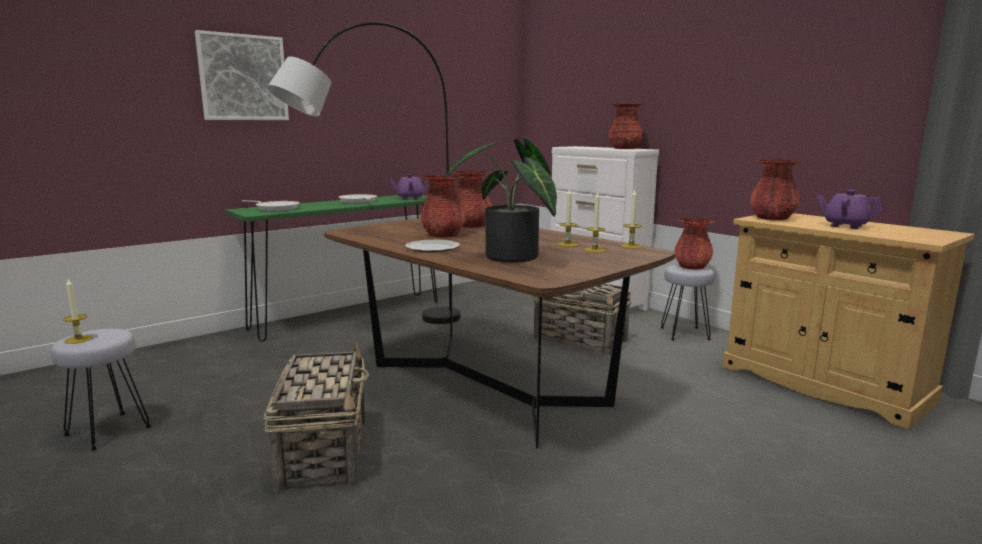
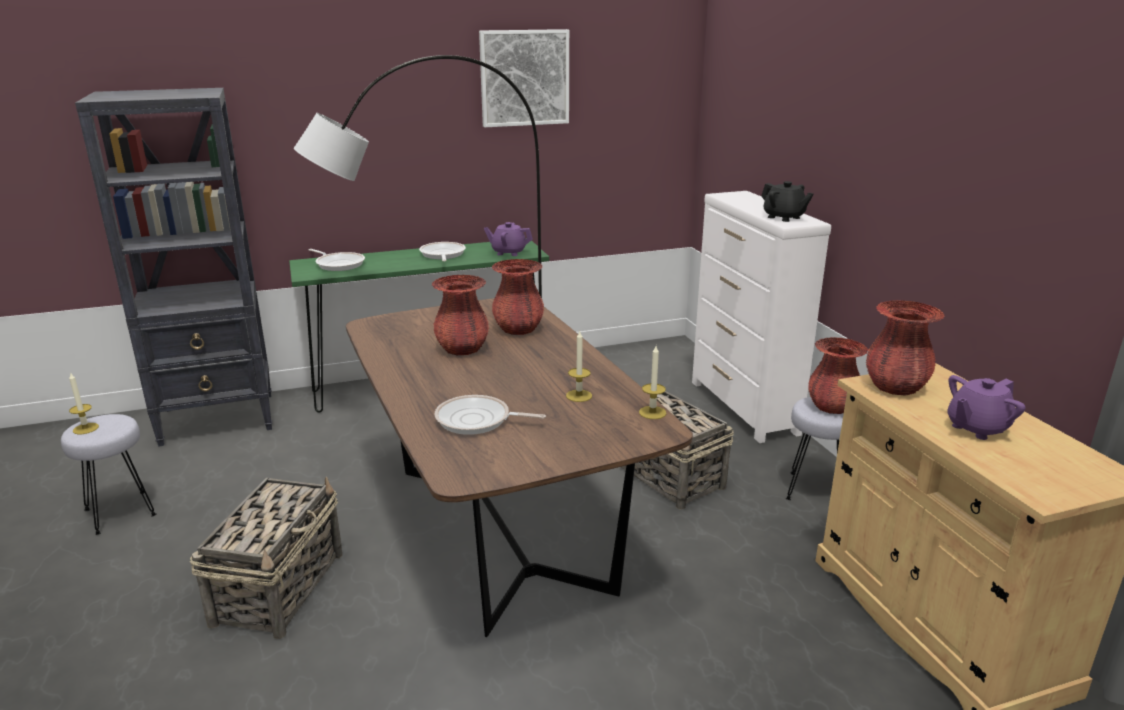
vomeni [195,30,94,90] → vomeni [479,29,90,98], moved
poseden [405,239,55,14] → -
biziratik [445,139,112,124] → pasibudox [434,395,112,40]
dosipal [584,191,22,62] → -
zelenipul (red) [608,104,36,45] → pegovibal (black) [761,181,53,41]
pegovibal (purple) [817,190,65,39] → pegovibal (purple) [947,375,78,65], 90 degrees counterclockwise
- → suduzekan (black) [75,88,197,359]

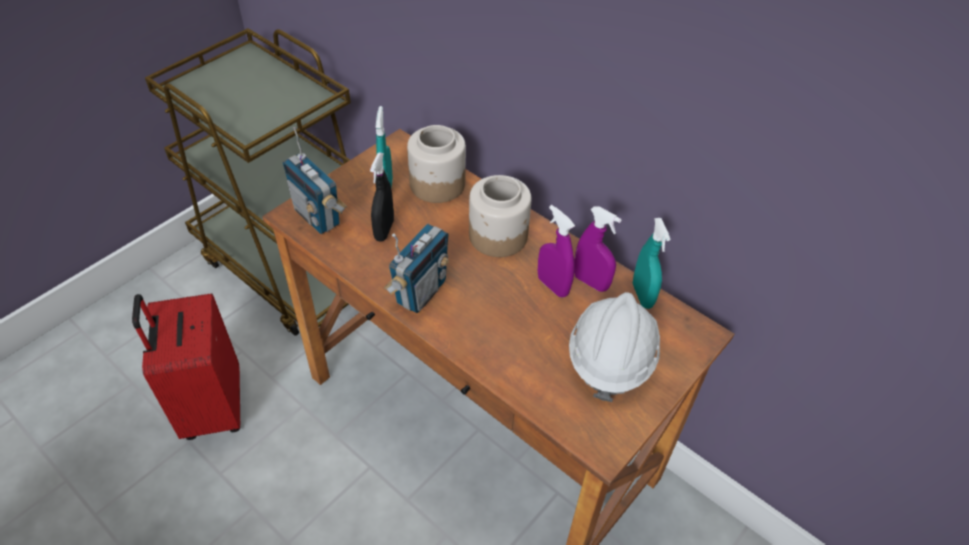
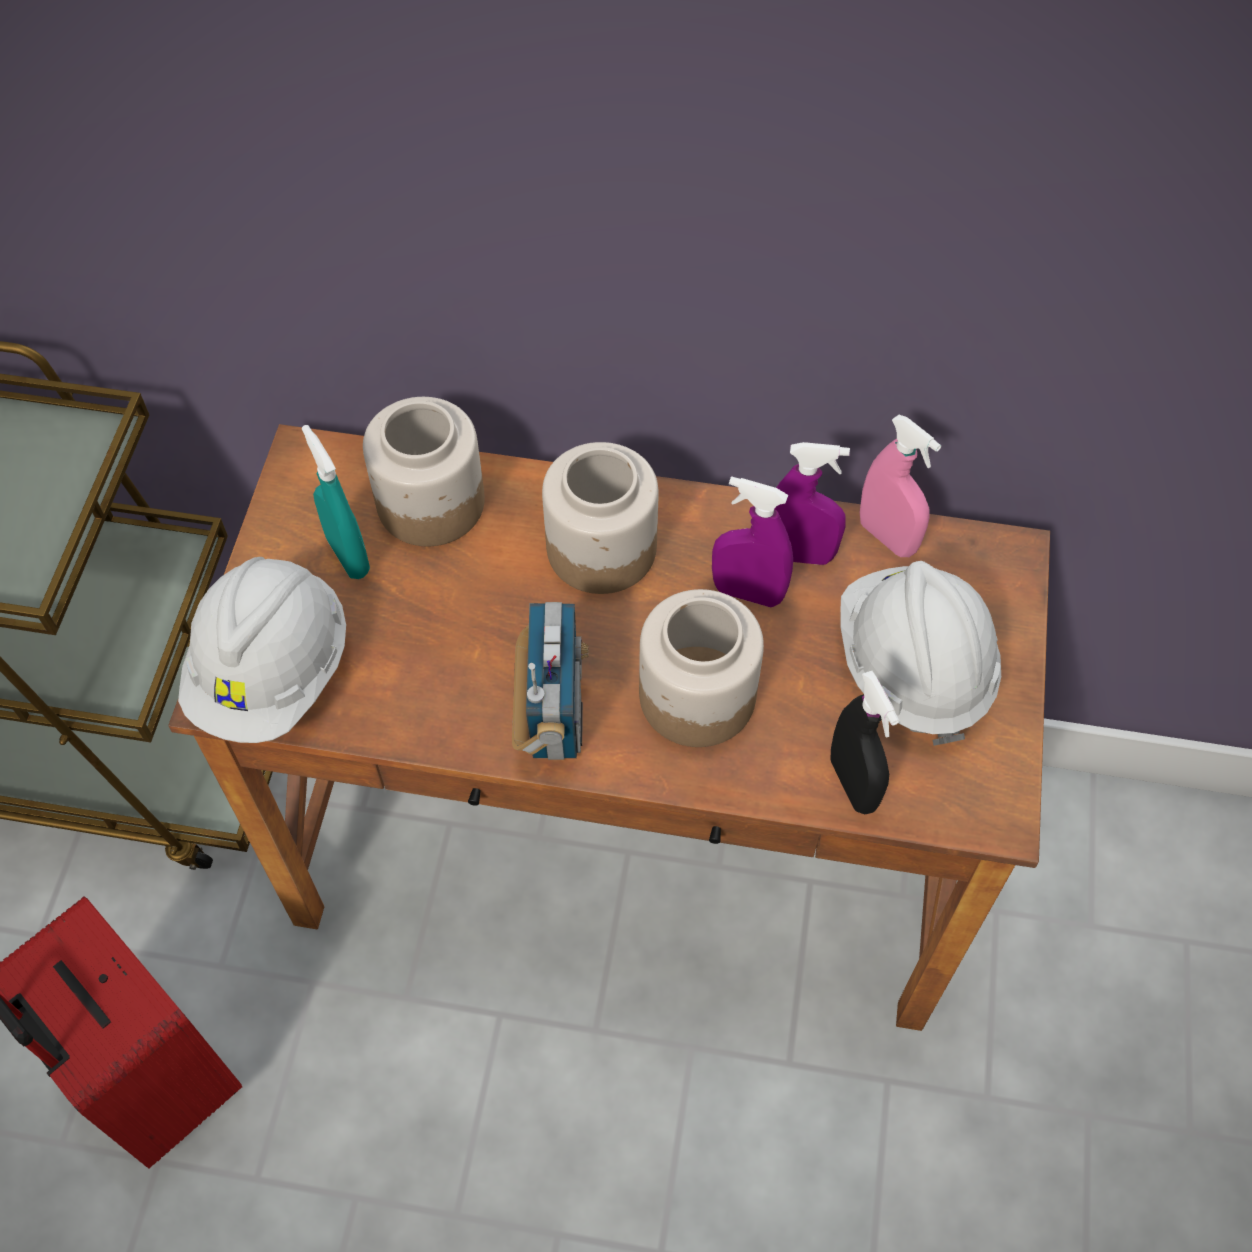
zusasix [282,127,65,107] → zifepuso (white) [178,557,168,186]
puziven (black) [370,153,24,89] → puziven (black) [831,671,68,144], moved
puziven (turquoise) [633,218,37,91] → puziven (pink) [860,415,81,142]
- → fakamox [639,589,125,158]

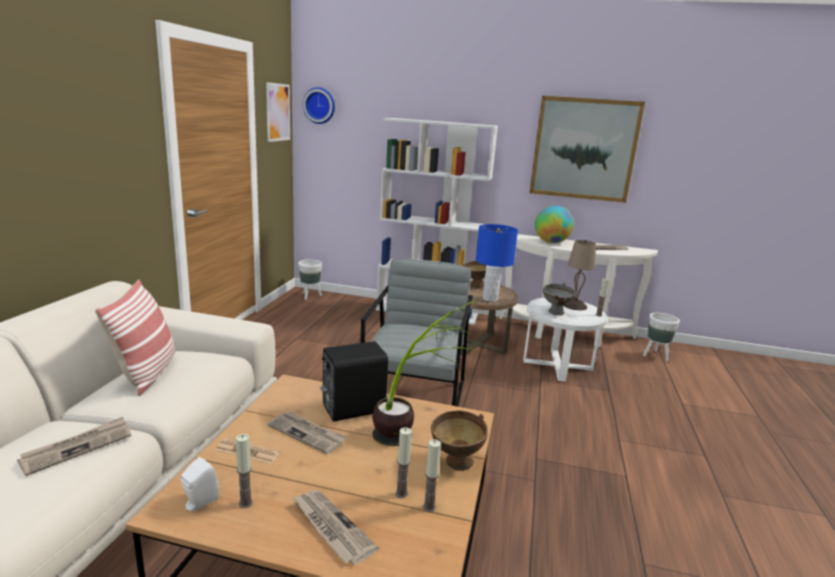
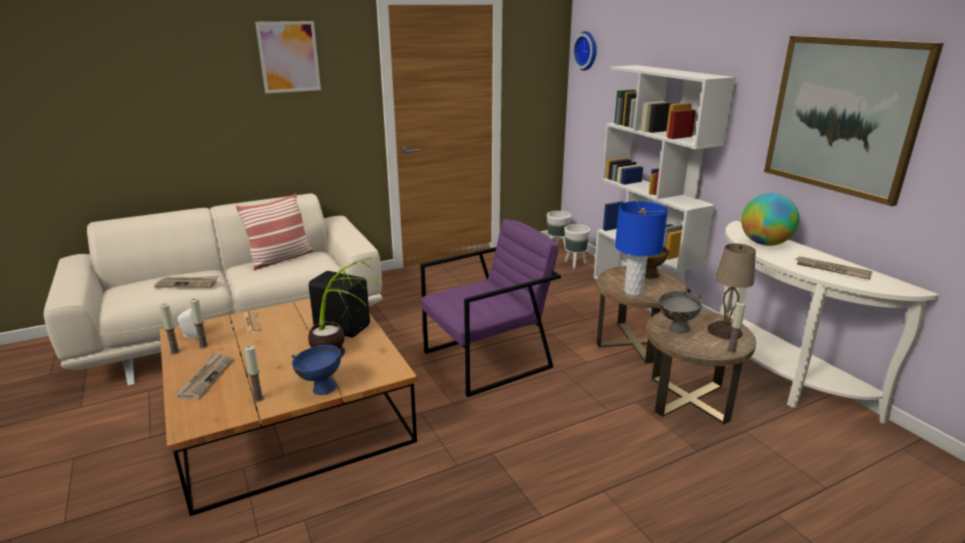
vomeni [266,82,24,60] → vomeni [255,21,66,72], moved
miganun [267,412,79,42] → -
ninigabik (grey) [360,259,113,148] → ninigabik (purple) [420,219,141,178]
dosipal [395,427,17,71] → dosipal [160,304,20,51], moved
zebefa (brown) [431,410,57,61] → zebefa (blue) [292,345,49,50]
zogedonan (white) [523,298,84,84] → zogedonan (brown) [646,310,110,114]
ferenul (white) [643,313,37,48] → ferenul (white) [564,224,26,45], moved

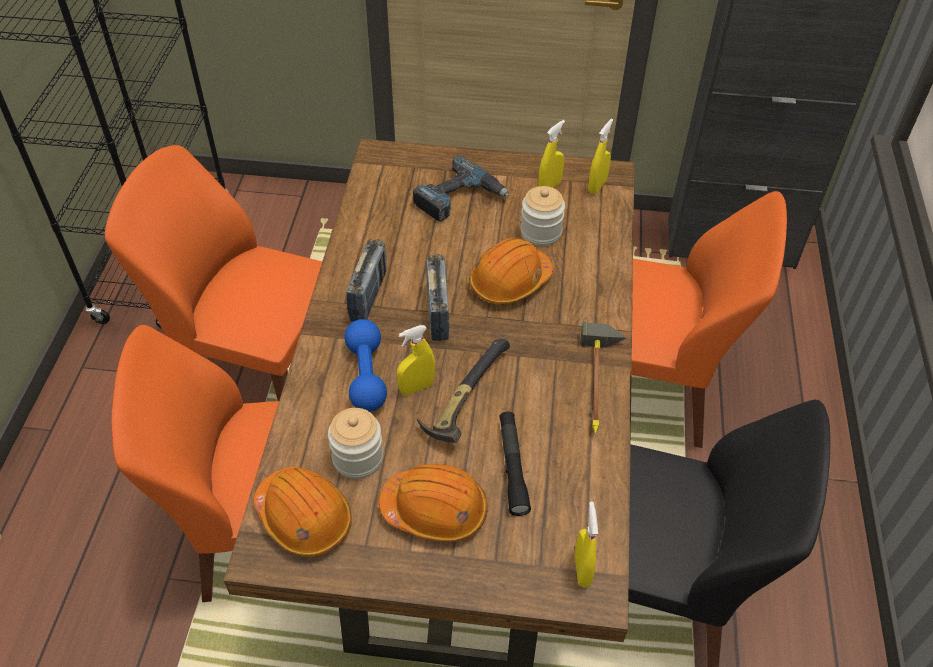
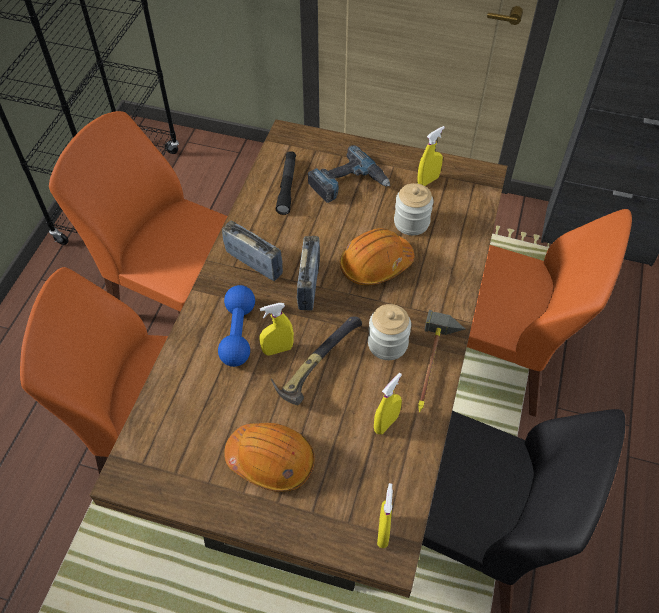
zifepuso (orange) [254,467,98,90] → -
fakamox [328,408,55,71] → fakamox [368,304,43,56], moved
zusasix [346,239,40,83] → zusasix [222,221,61,60], 75 degrees counterclockwise
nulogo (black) [499,411,32,105] → nulogo (black) [276,151,20,64], moved
puziven (yellow) [588,119,25,75] → puziven (yellow) [374,373,28,61], moved

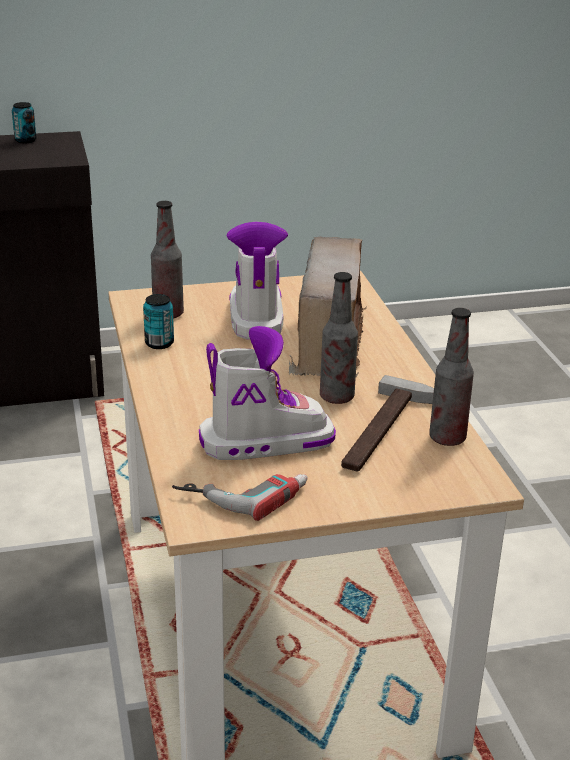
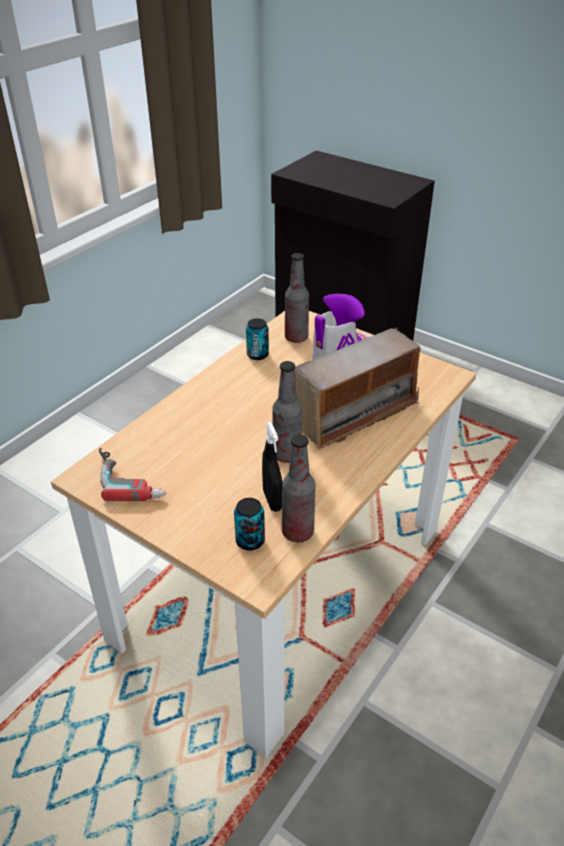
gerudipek [12,102,24,41] → gerudipek [234,498,31,52], moved
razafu [199,326,137,134] → -
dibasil [341,375,93,97] → puziven (black) [262,422,20,90]

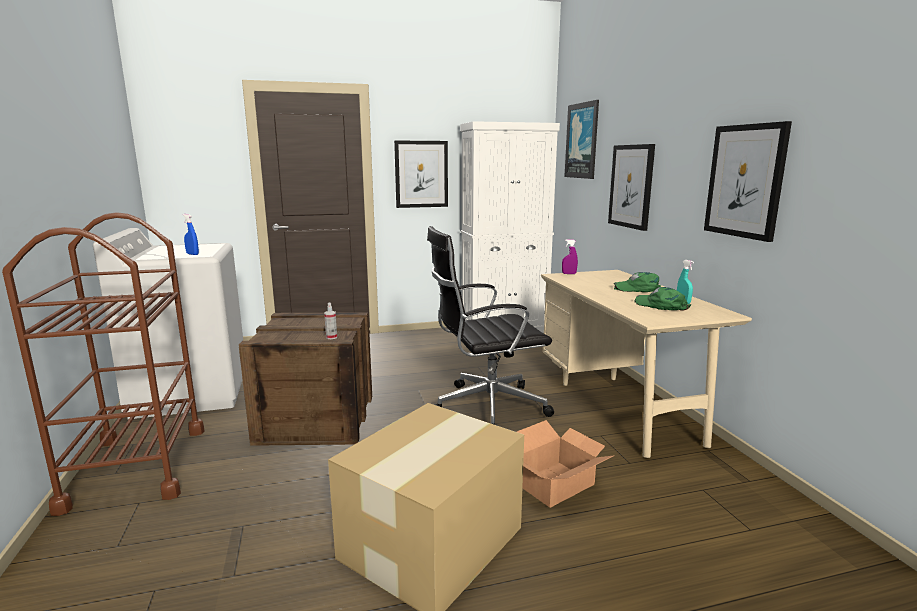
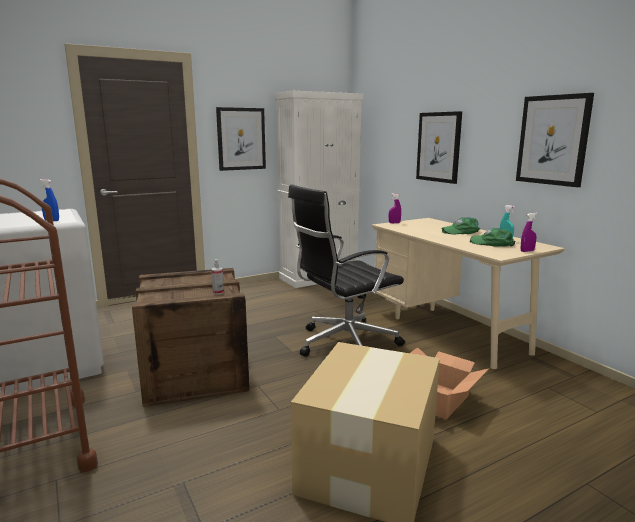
vomeni [564,100,35,79] → -
- → puziven (purple) [521,213,17,39]

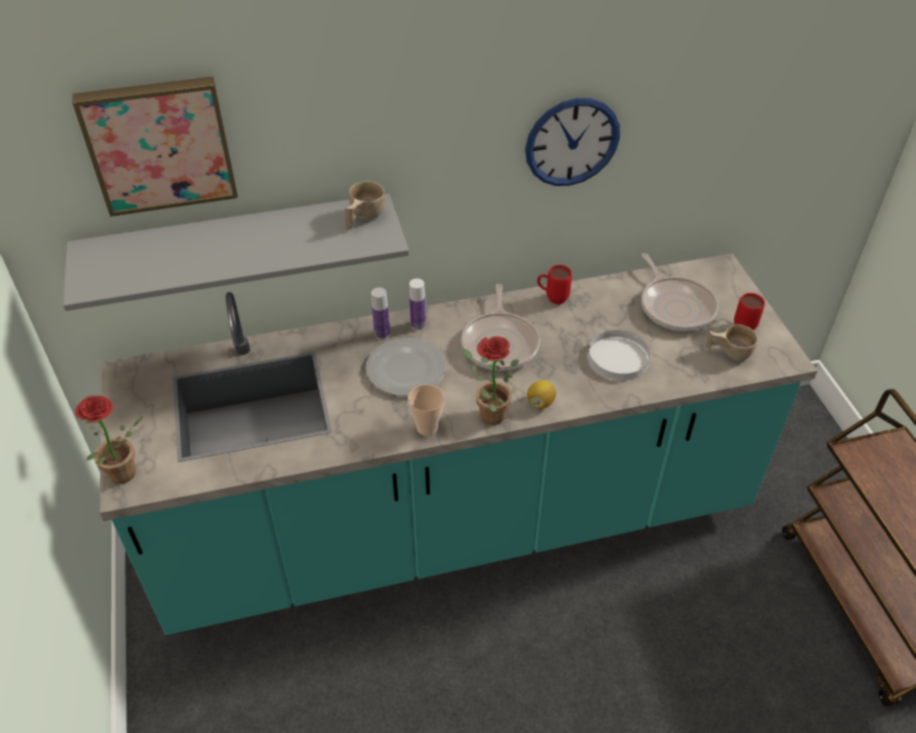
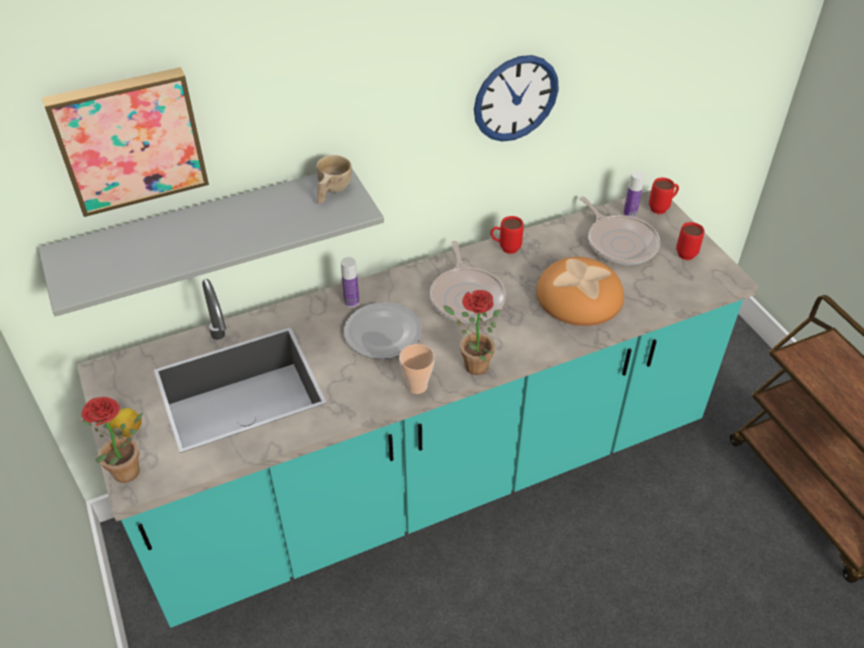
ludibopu [409,279,17,51] → ludibopu [623,171,22,46], moved
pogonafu [527,380,29,29] → pogonafu [109,408,33,29], moved
poseden (white) [588,330,63,50] → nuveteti [536,257,88,69]
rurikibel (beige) [705,324,53,37] → -
- → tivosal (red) [649,178,30,36]

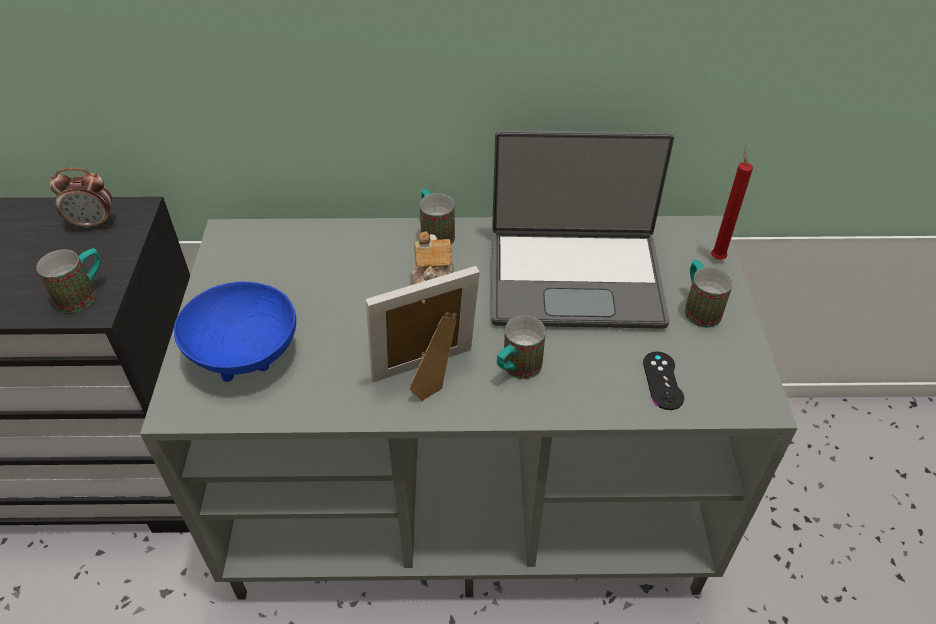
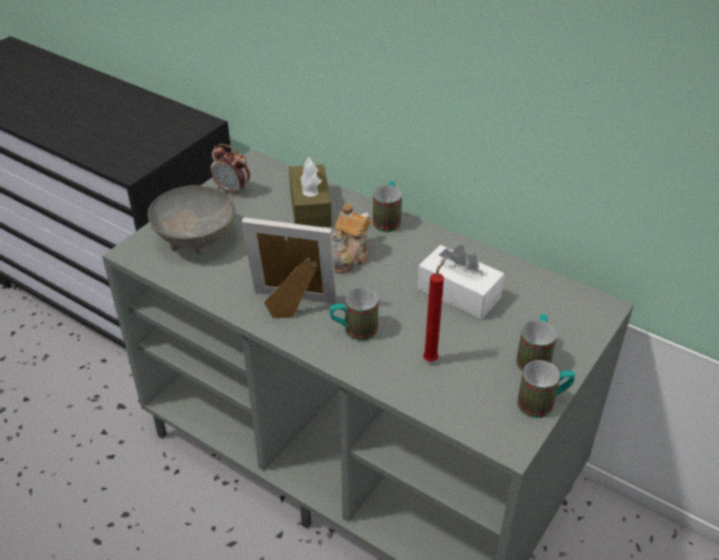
tivosal [36,248,65,65] → tivosal [517,360,58,58], moved
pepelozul [50,168,62,61] → pepelozul [210,144,40,52], moved
zebefa (blue) [174,282,122,100] → zebefa (grey) [148,185,88,69]
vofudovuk [492,130,182,199] → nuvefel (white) [417,245,88,74]
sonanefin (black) [643,352,41,58] → -
dosipal (red) [711,146,42,114] → dosipal (red) [423,260,22,102], moved
- → nuvefel (brown) [289,157,43,70]

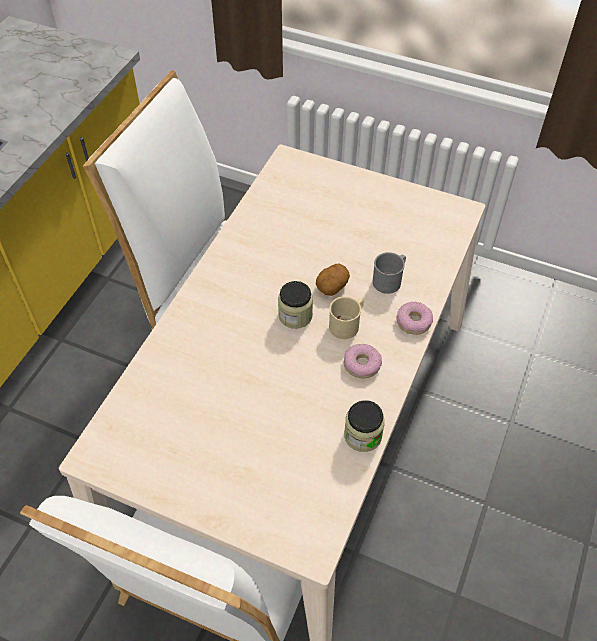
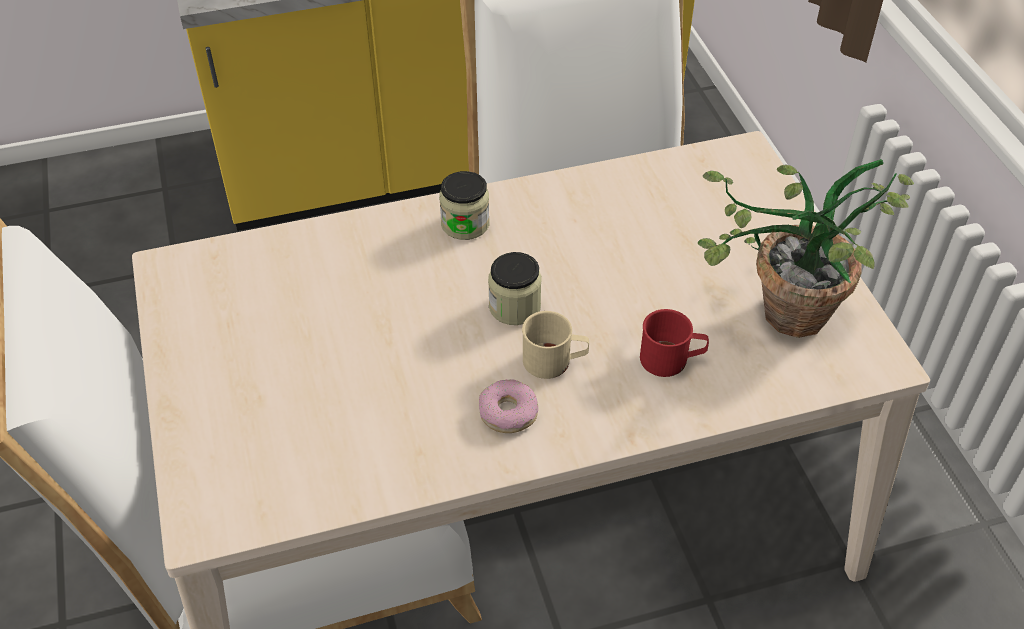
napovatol [316,264,34,32] → -
fakamox [344,400,41,52] → fakamox [439,171,50,69], moved
tivosal (grey) [373,252,33,42] → tivosal (red) [640,309,69,68]
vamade [396,302,37,33] → -
- → biziratik [698,159,216,179]

